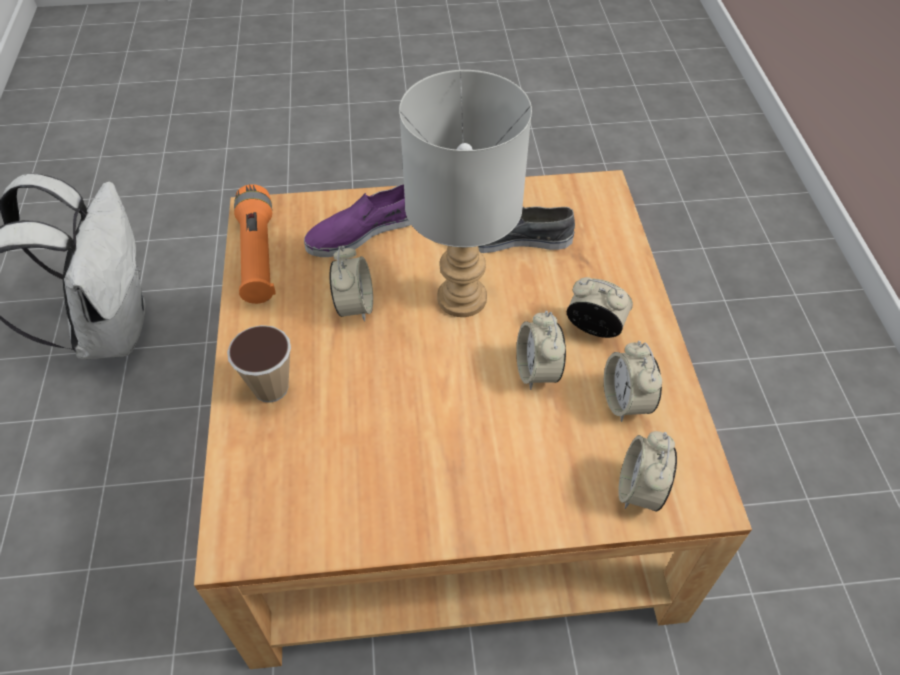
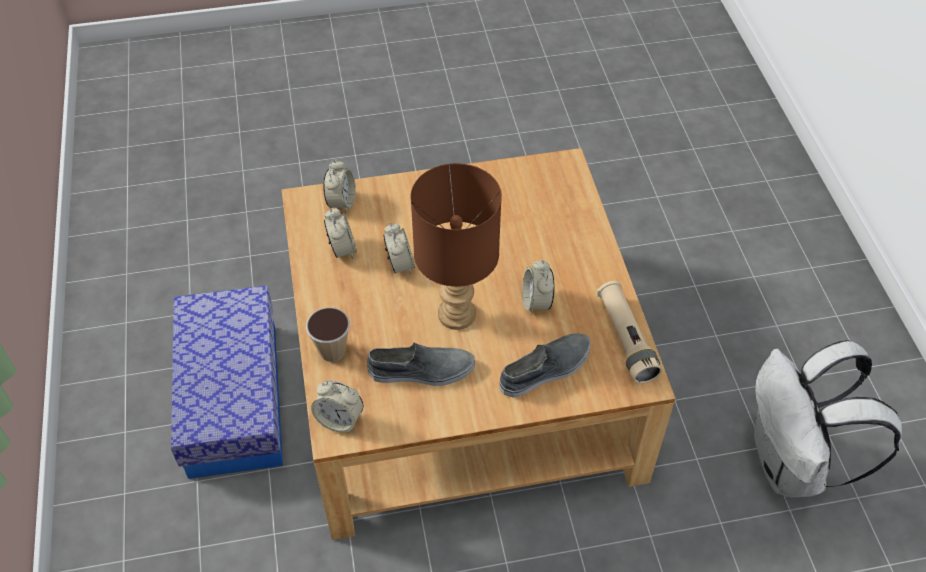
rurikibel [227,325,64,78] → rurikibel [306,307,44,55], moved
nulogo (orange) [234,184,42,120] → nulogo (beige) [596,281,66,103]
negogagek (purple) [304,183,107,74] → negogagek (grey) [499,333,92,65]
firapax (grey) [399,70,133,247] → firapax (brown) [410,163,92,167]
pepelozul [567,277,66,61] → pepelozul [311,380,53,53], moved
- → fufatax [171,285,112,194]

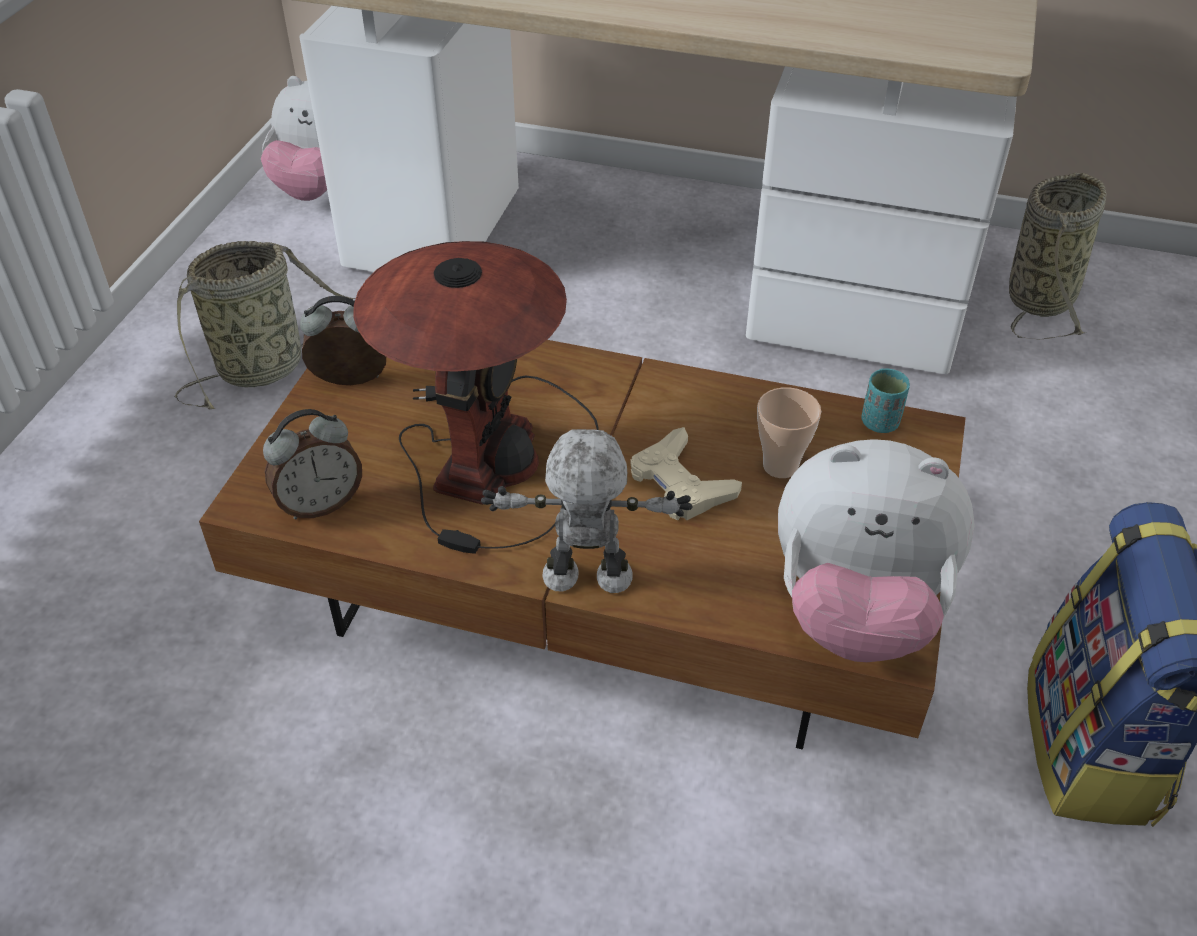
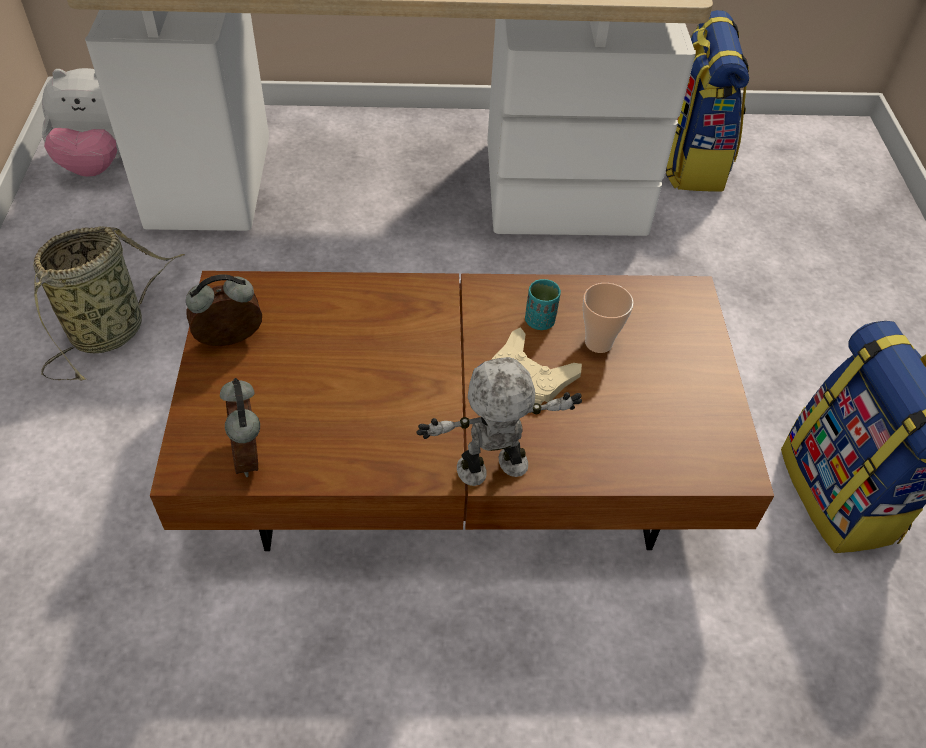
pepelozul [263,409,99,110] → pepelozul [220,378,40,99], 120 degrees clockwise
firapax [353,241,246,313] → -
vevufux [778,439,197,223] → -
rurikibel (turquoise) [861,368,49,65] → rurikibel (turquoise) [525,279,36,51], moved
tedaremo [1009,173,97,167] → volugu [666,10,83,181]

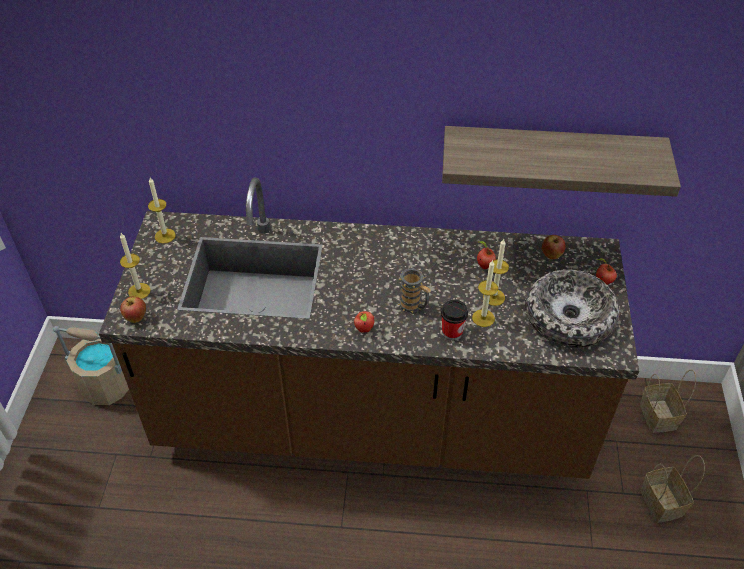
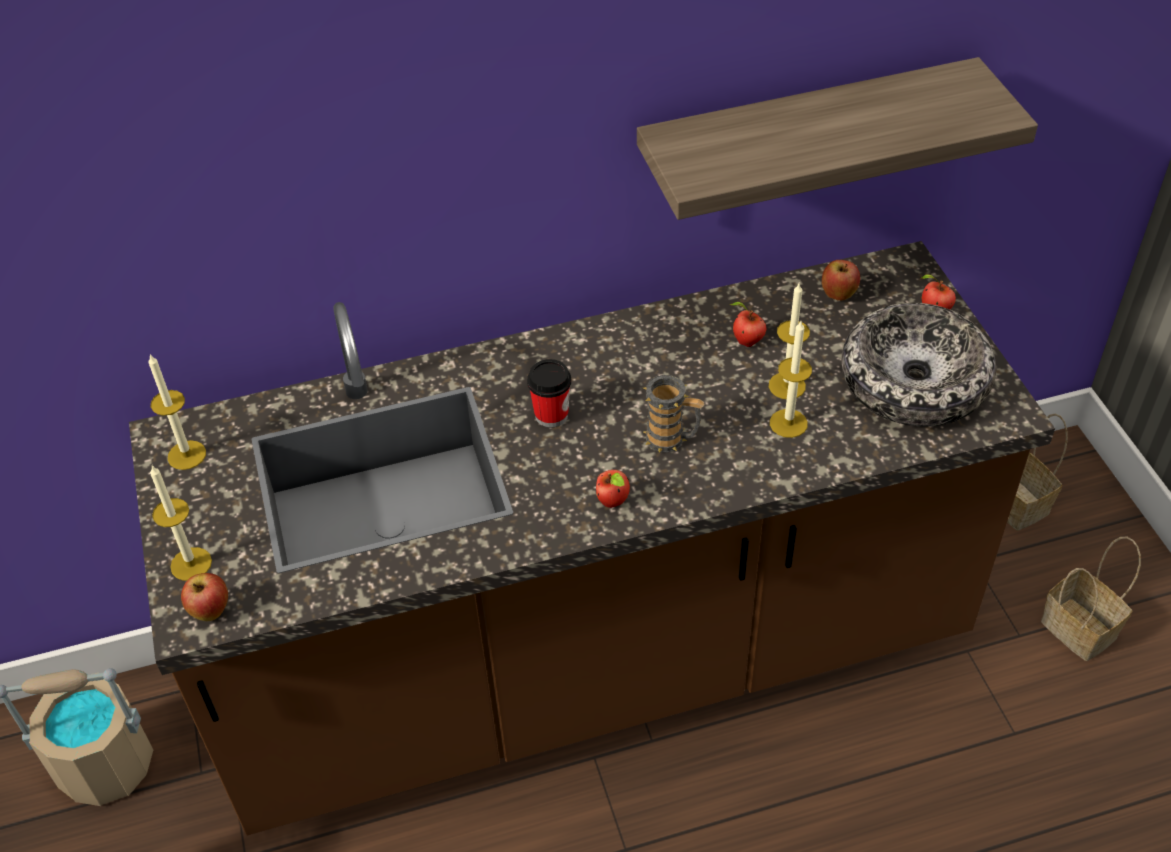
rurikibel [441,300,27,40] → rurikibel [527,359,44,68], moved

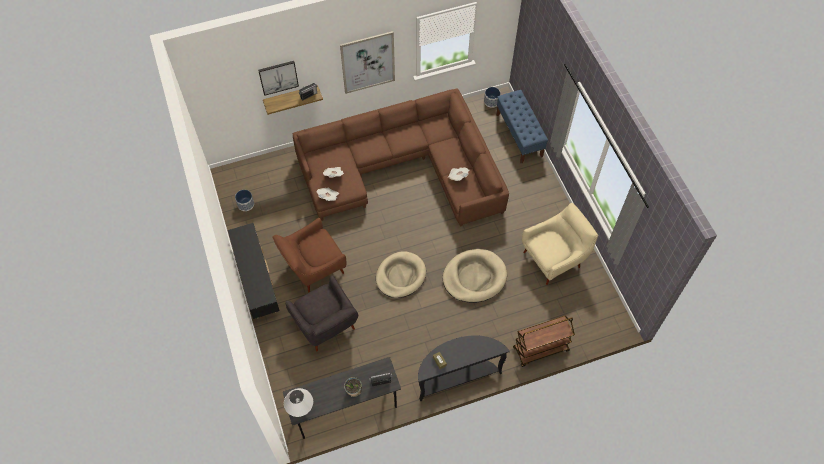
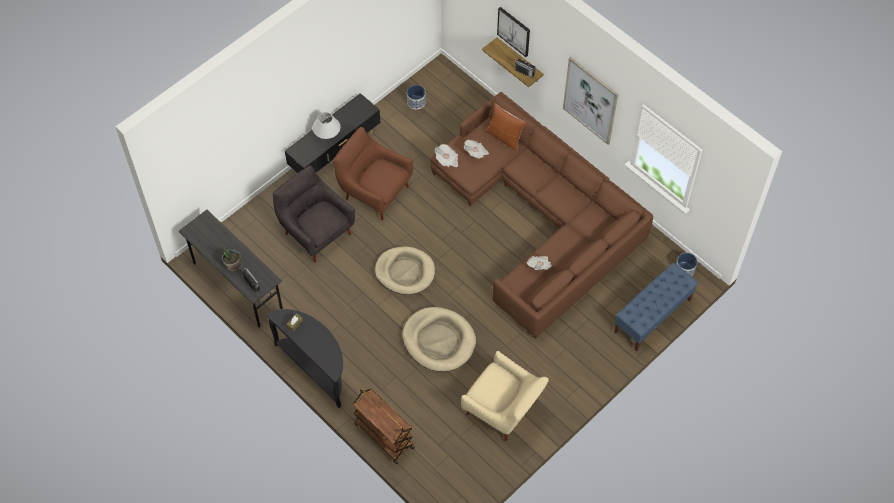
firapax (white) [284,388,29,29] → firapax (white) [313,112,28,27], moved
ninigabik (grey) [285,275,73,77] → ninigabik (grey) [272,165,83,97], 105 degrees clockwise
- → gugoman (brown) [486,103,40,48]

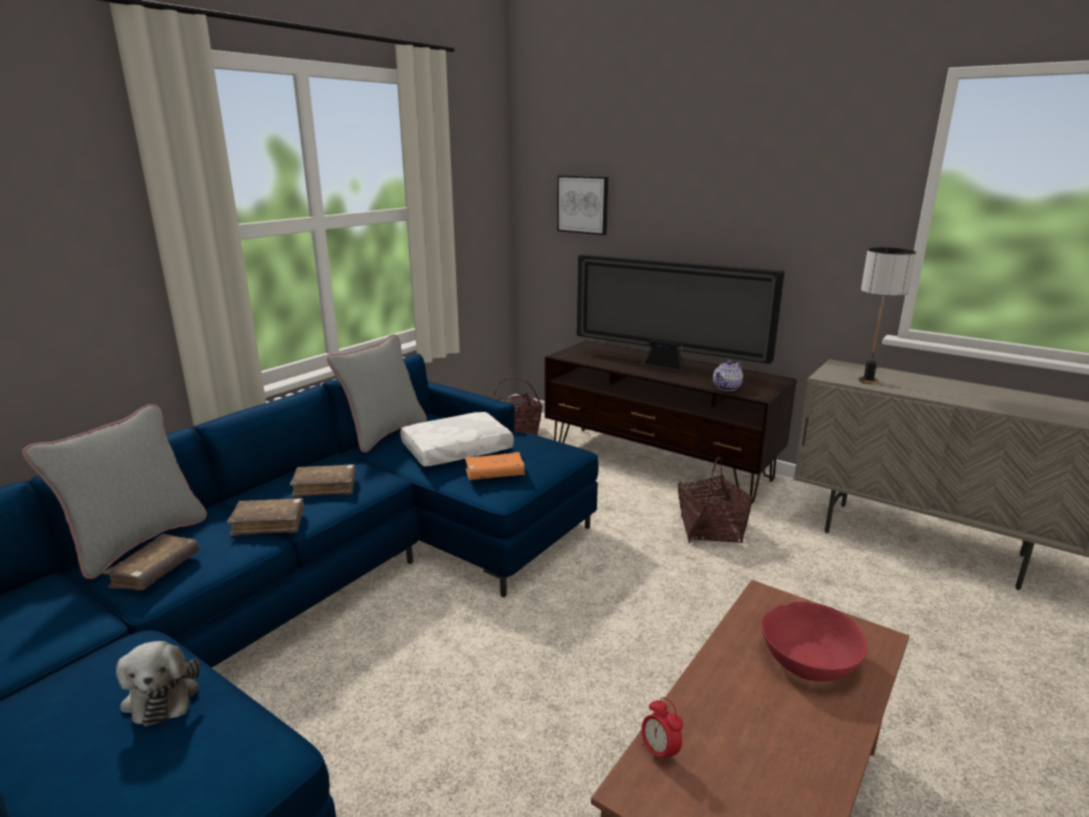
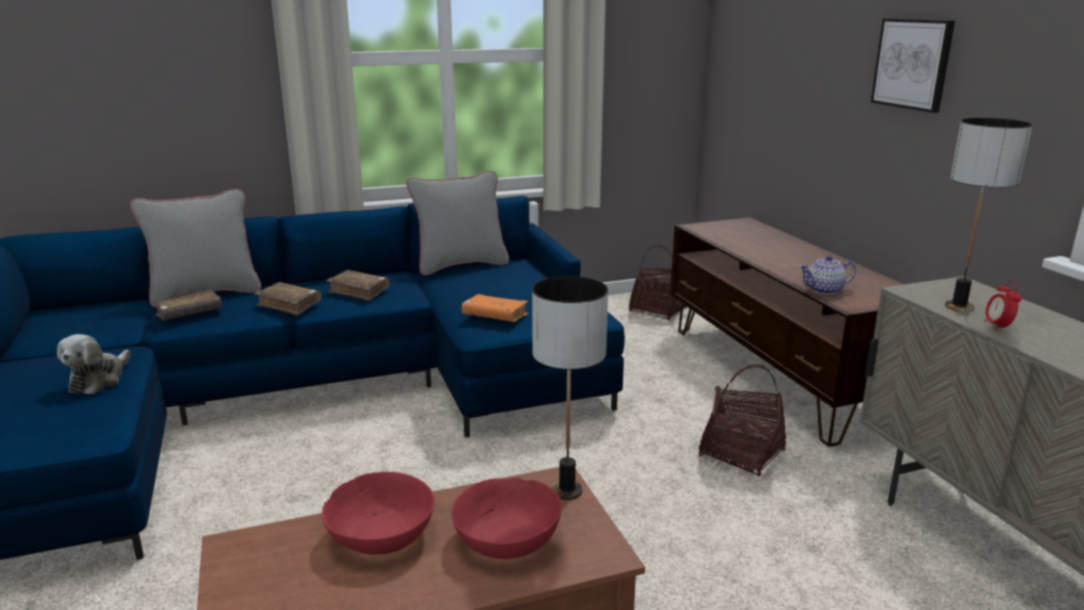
gugoman (white) [400,412,114,54] → -
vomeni [557,175,51,60] → vomeni [871,19,84,94], moved
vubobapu [577,254,208,118] → -
pepelozul [641,697,42,70] → pepelozul [984,281,37,50], moved
- → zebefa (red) [321,472,114,83]
- → firapax [532,276,76,224]

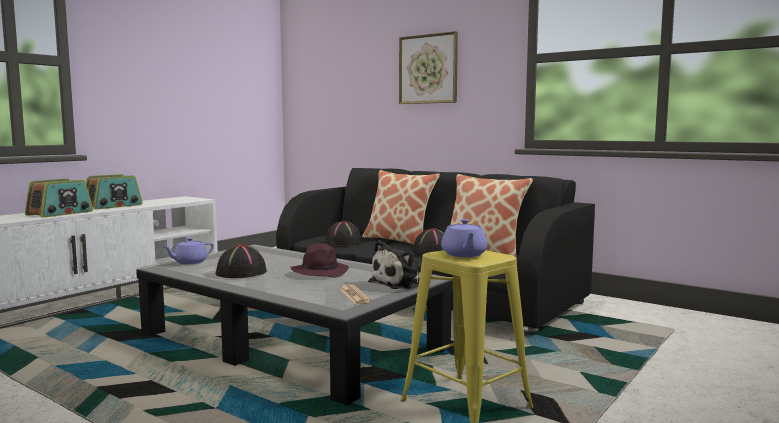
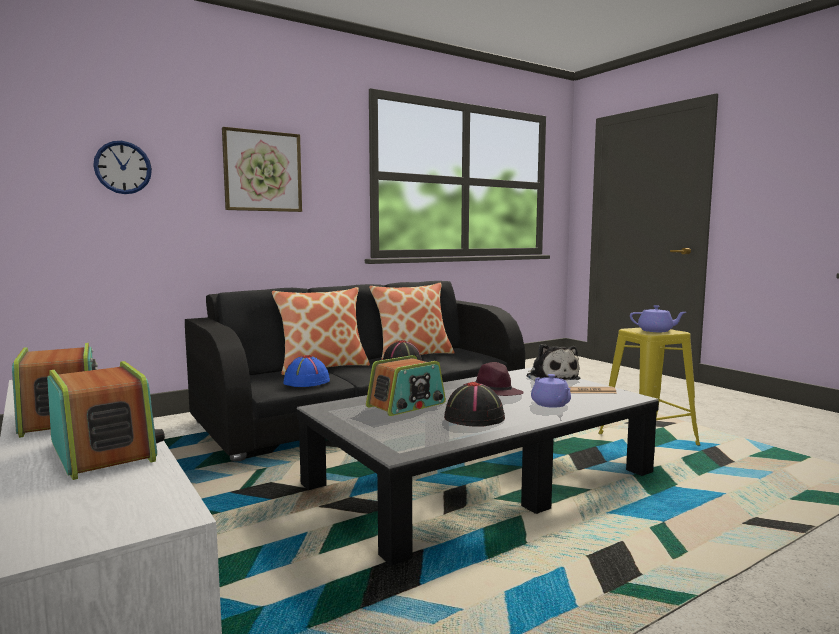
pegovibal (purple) [162,237,52,27] → pegovibal (purple) [531,374,40,34], moved
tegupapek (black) [325,221,37,24] → tegupapek (blue) [283,355,47,32]
- → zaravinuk [93,141,59,53]
- → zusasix [366,355,80,61]

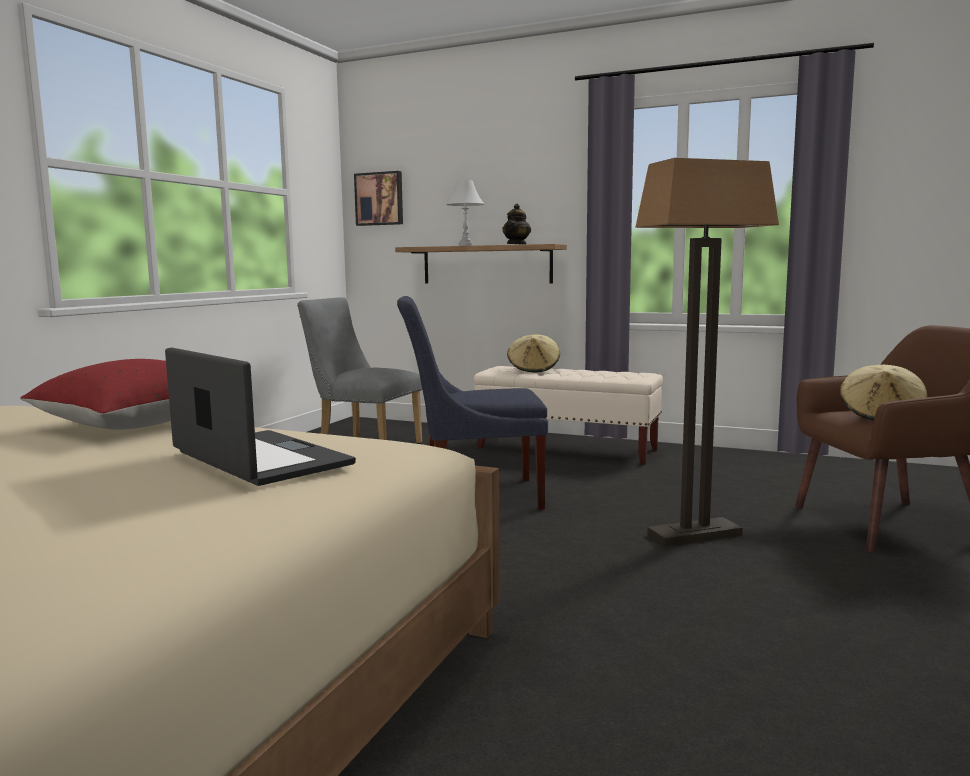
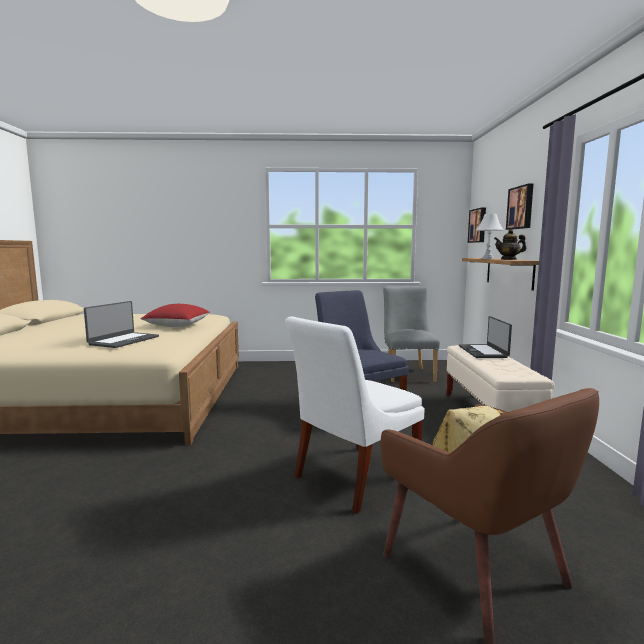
tegupapek (beige) [507,334,53,39] → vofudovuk [459,316,53,42]
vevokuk [635,158,144,389] → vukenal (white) [285,316,140,198]
- → vomeni [506,183,28,47]

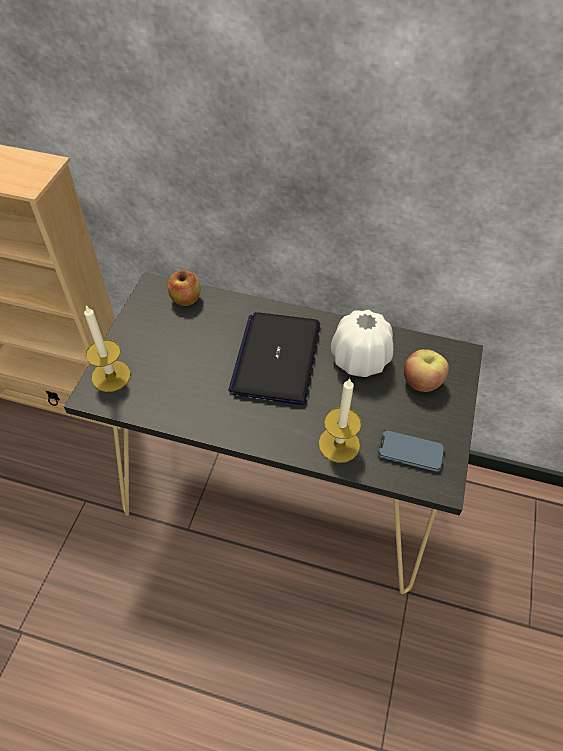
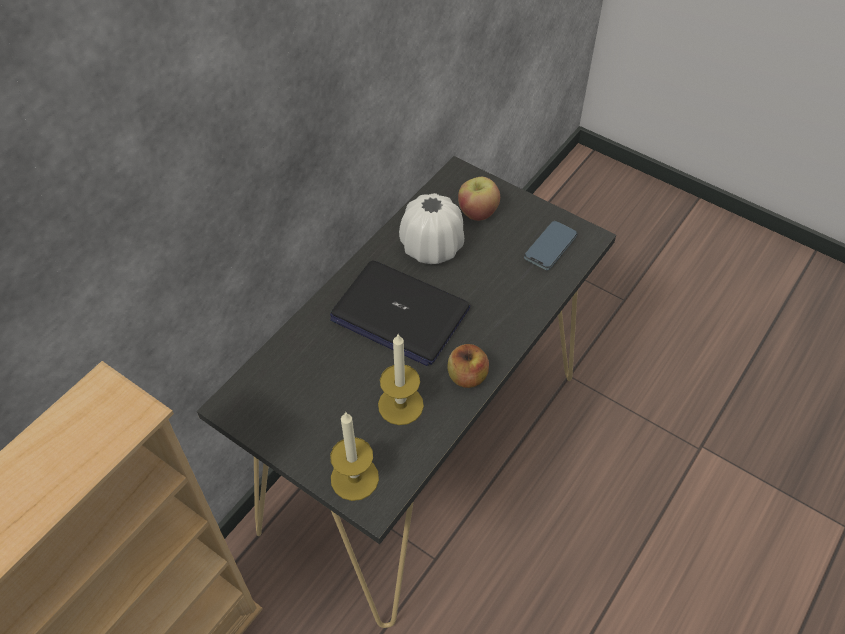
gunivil [168,271,33,35] → gunivil [447,344,42,44], moved
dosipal [319,378,42,85] → dosipal [378,333,46,92], moved

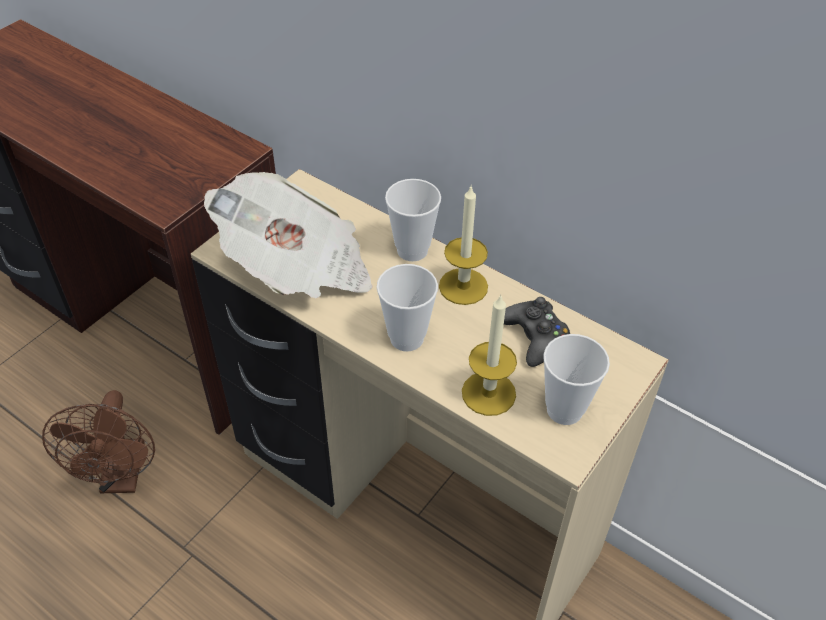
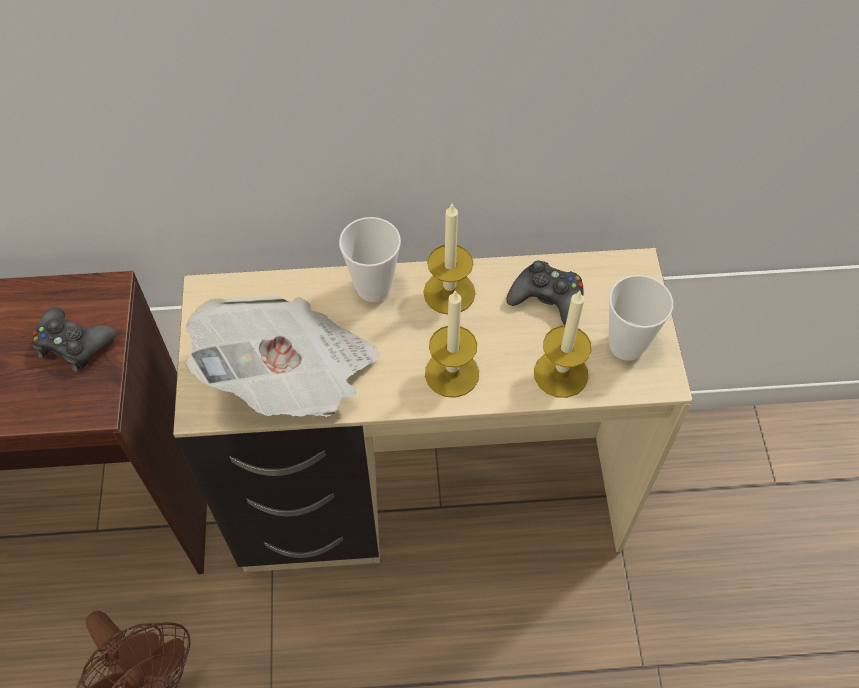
rurikibel [376,264,62,88] → dosipal [425,289,54,109]
- → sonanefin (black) [32,307,84,65]

